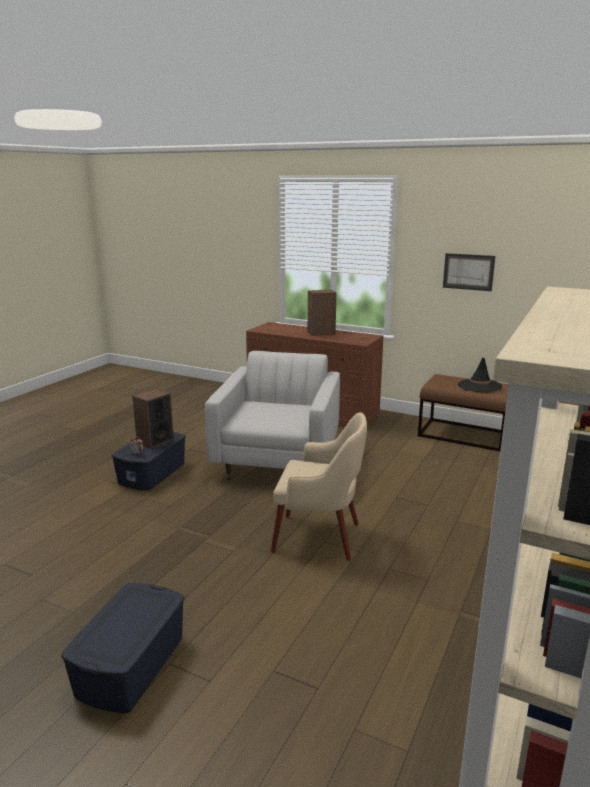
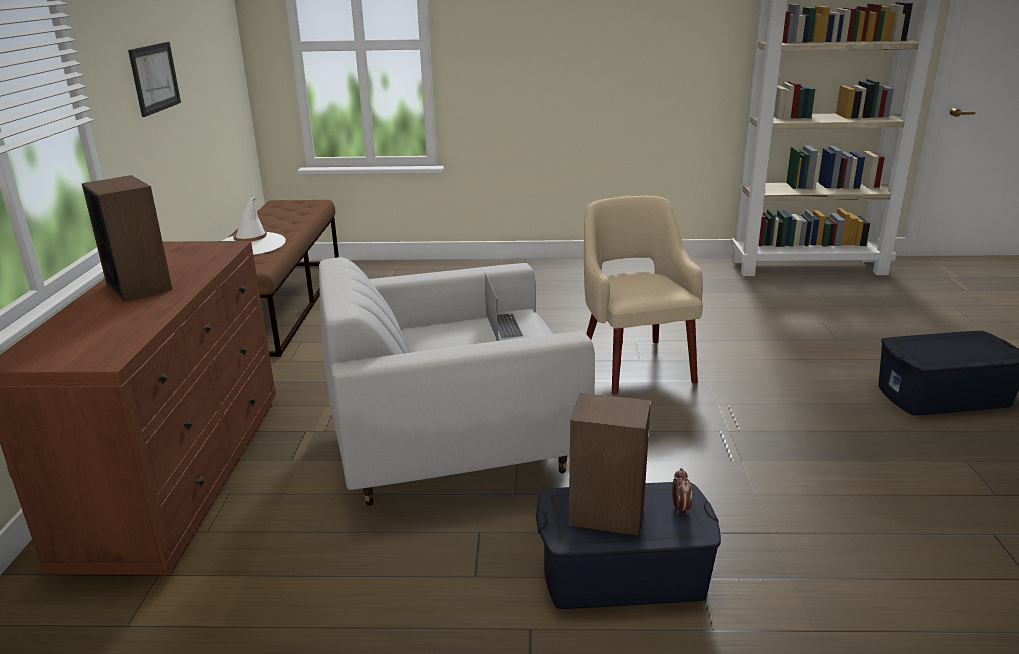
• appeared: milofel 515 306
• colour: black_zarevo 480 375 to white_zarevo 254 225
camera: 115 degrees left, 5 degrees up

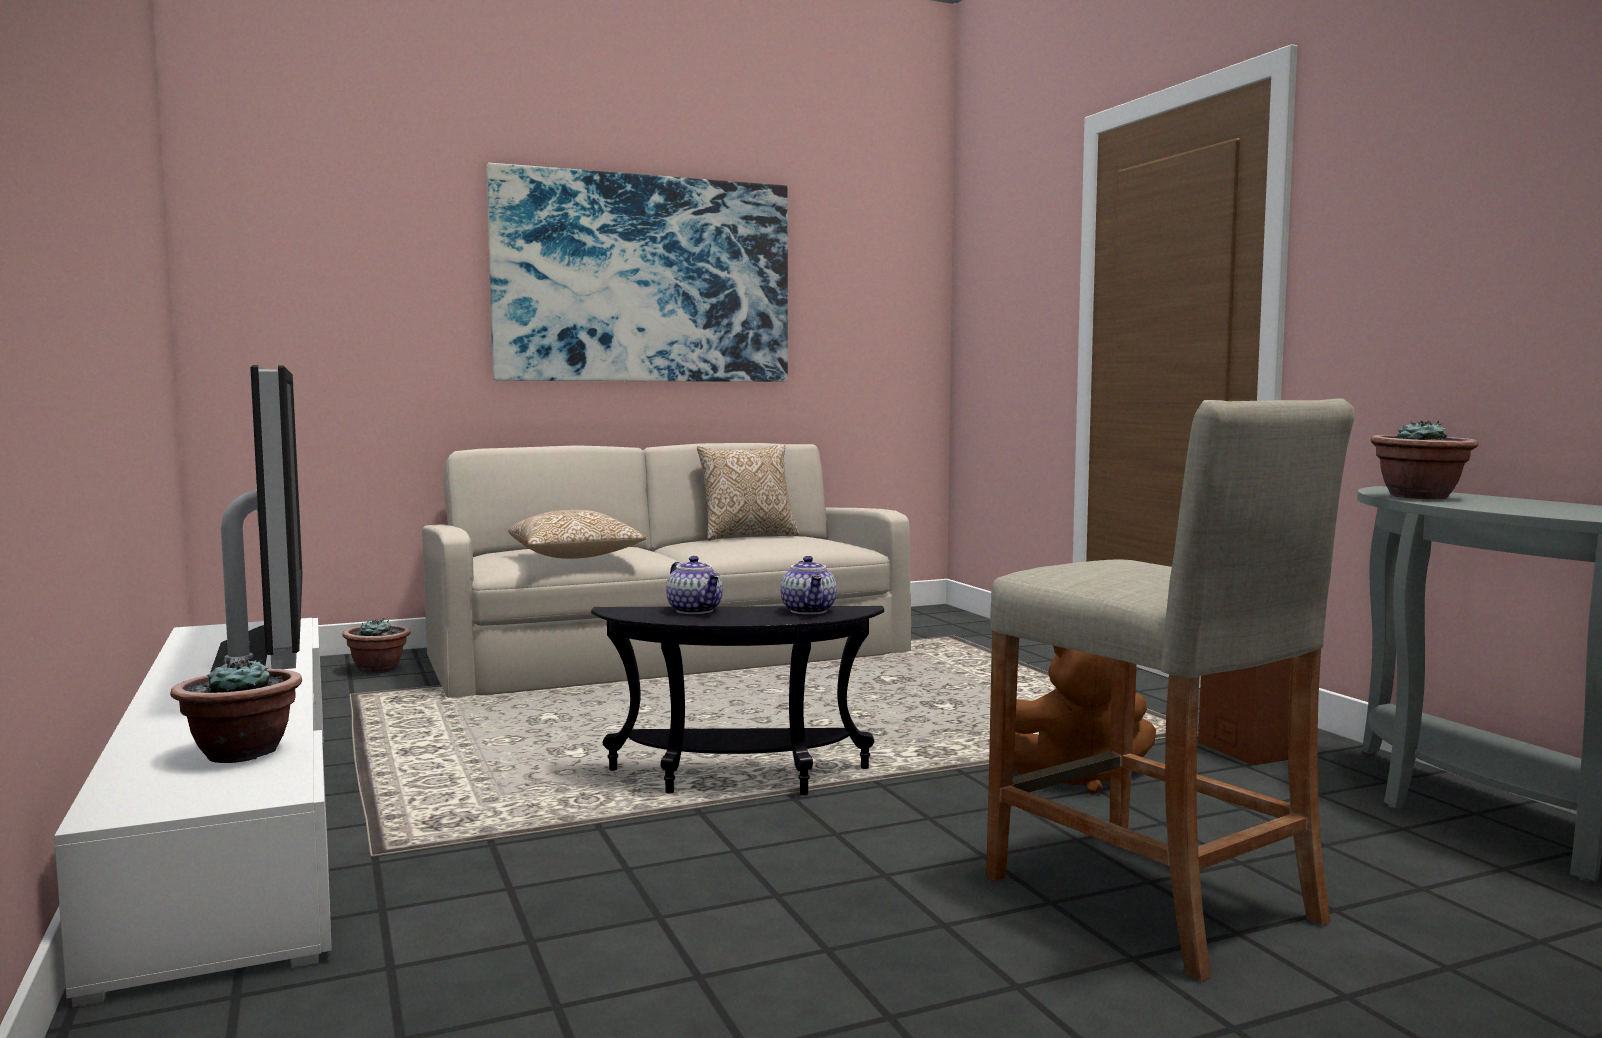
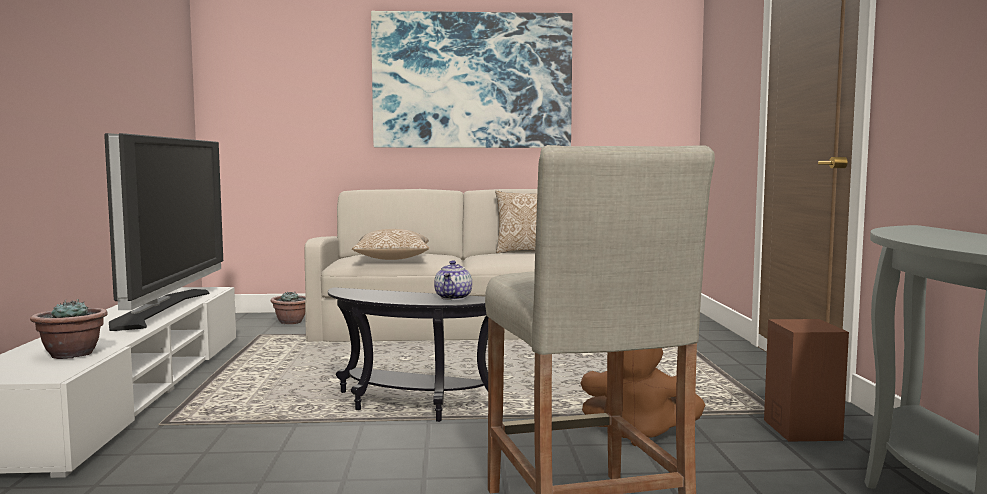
• missing: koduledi 694 585
• missing: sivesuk 1425 459
camera: 20 degrees right, 0 degrees up

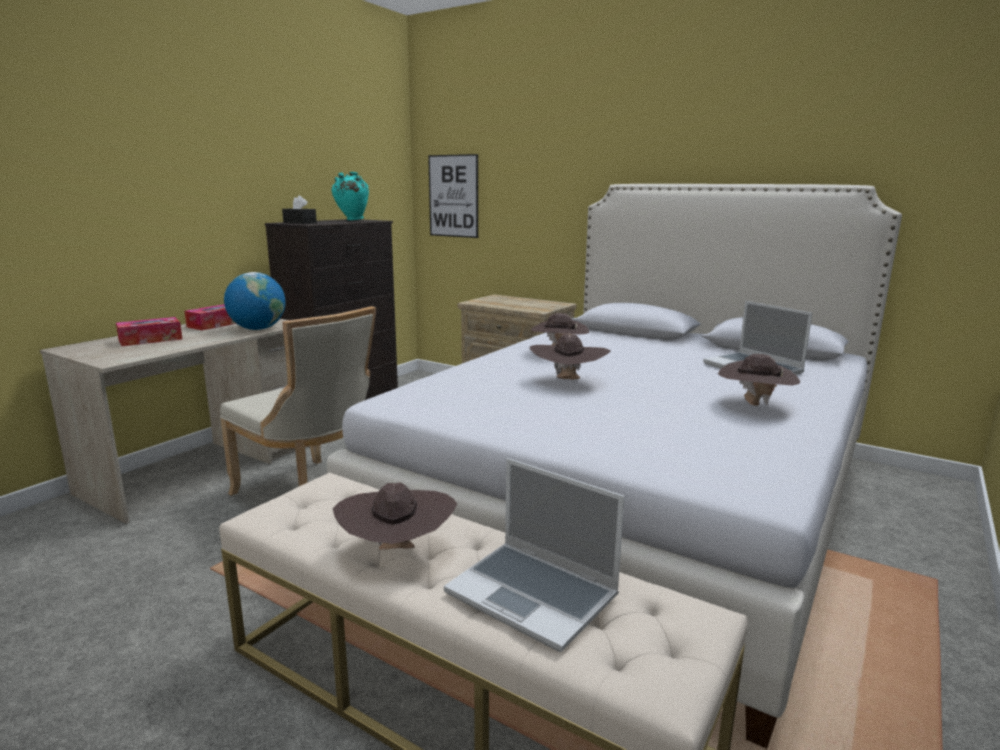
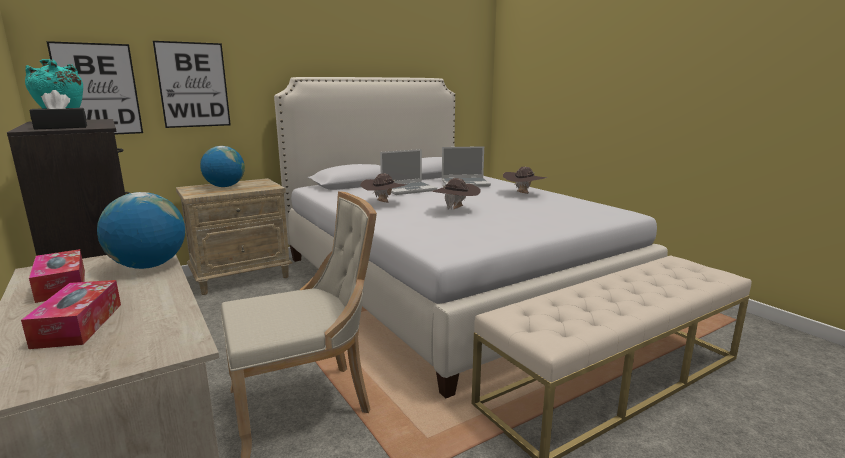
• missing: brown_zarevo 395 516
• appeared: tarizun 192 84
• appeared: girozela 222 166
• relocated: milofel 534 555 to 408 172
camera: 65 degrees left, 0 degrees up

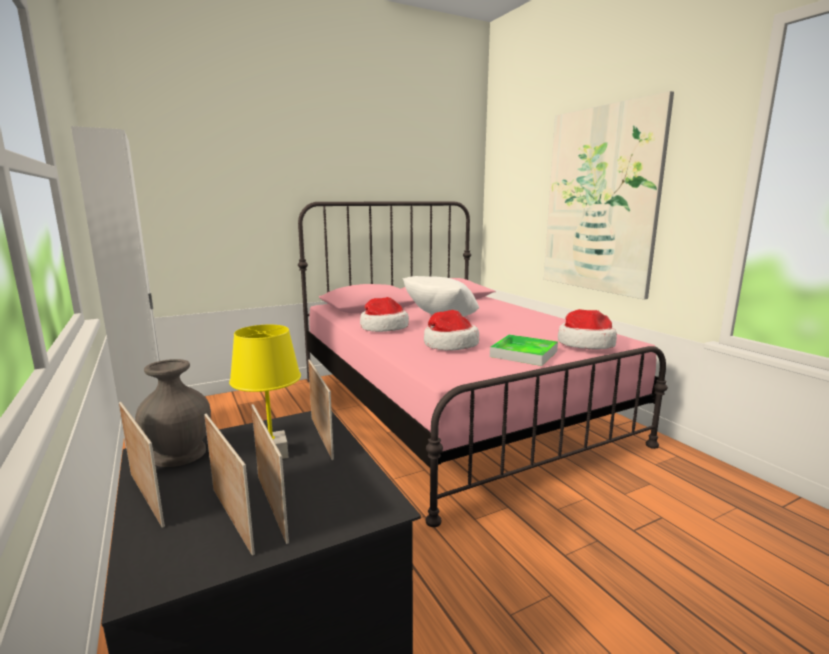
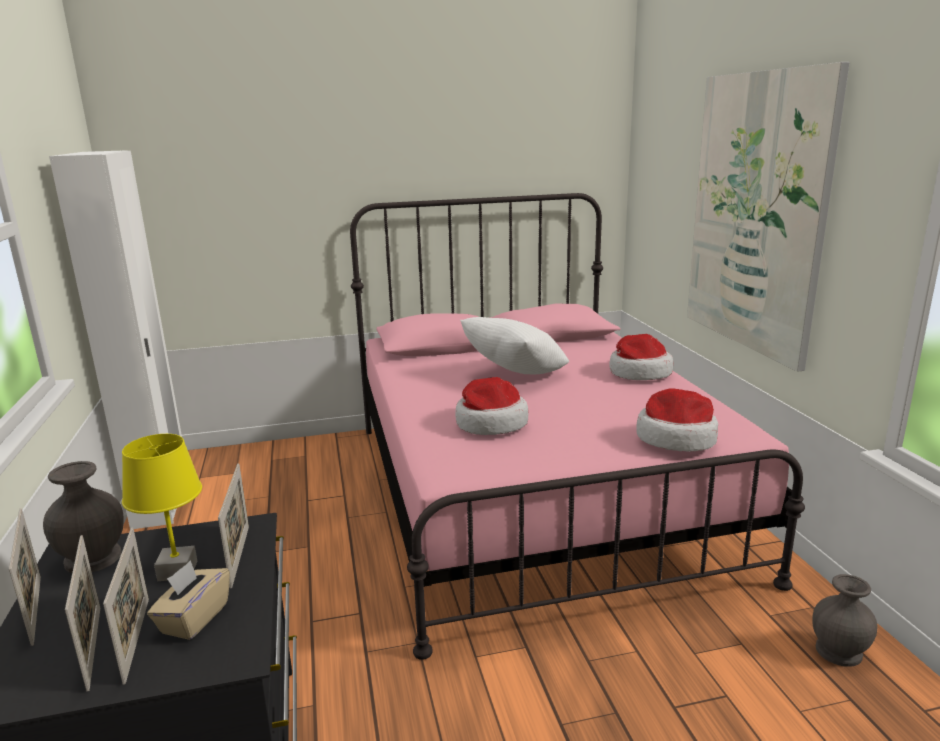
• missing: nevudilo 524 350
• appeared: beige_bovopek 188 600
• appeared: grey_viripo 845 620
• relocated: zarevo 384 314 to 641 357
camera: 15 degrees right, 5 degrees up

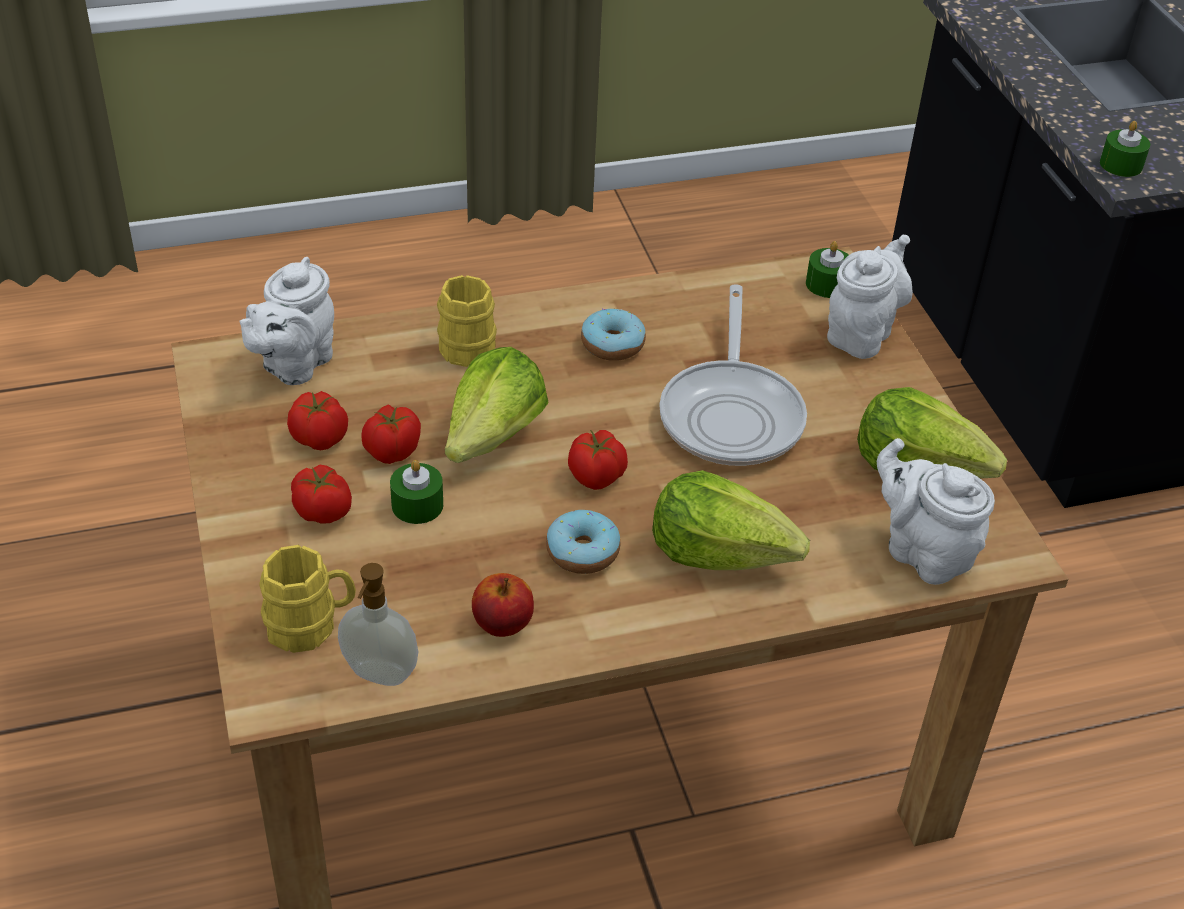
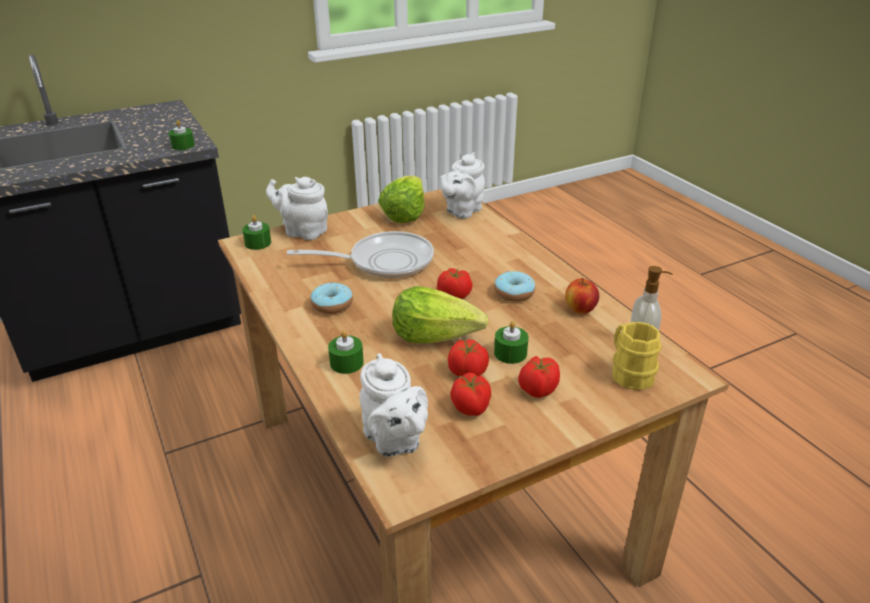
• missing: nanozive 731 520
• exchanged: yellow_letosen 467 321 to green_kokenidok 346 352
• spun: white_koduledi 286 321 = 393 405 45 degrees clockwise
camera: 100 degrees left, 10 degrees down

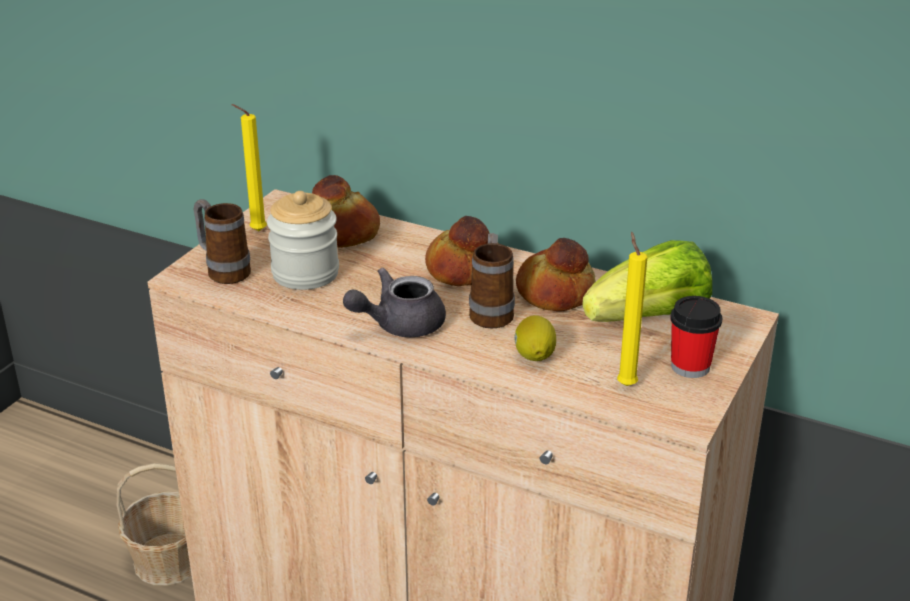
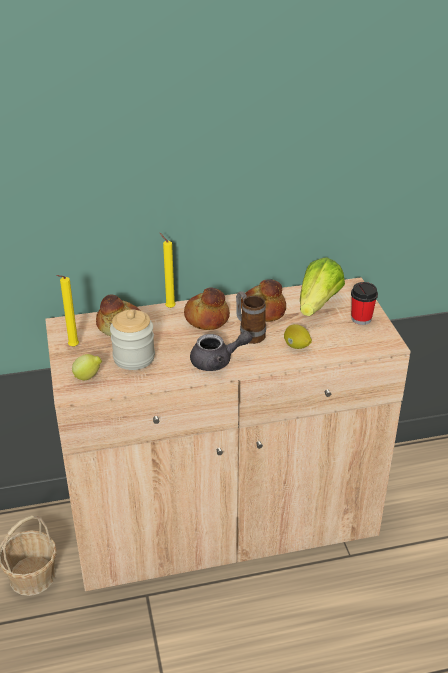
• relocated: yellow_kokenidok 632 309 to 168 270
• exchanged: letosen 222 241 to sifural 87 367
• spun: grey_koduledi 394 302 = 221 351 120 degrees counterclockwise
camera: 40 degrees left, 5 degrees up

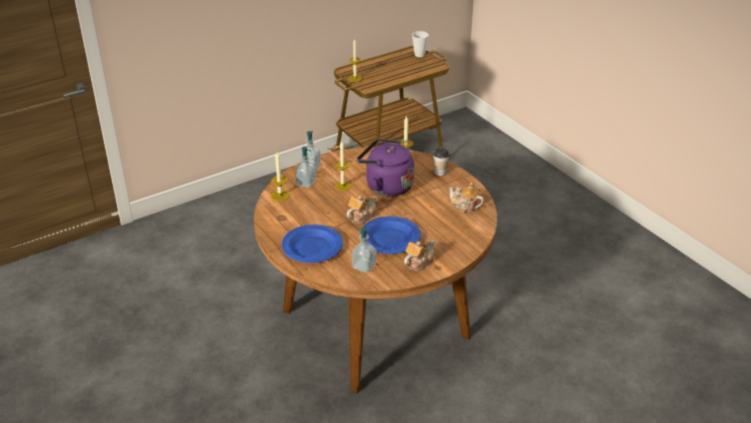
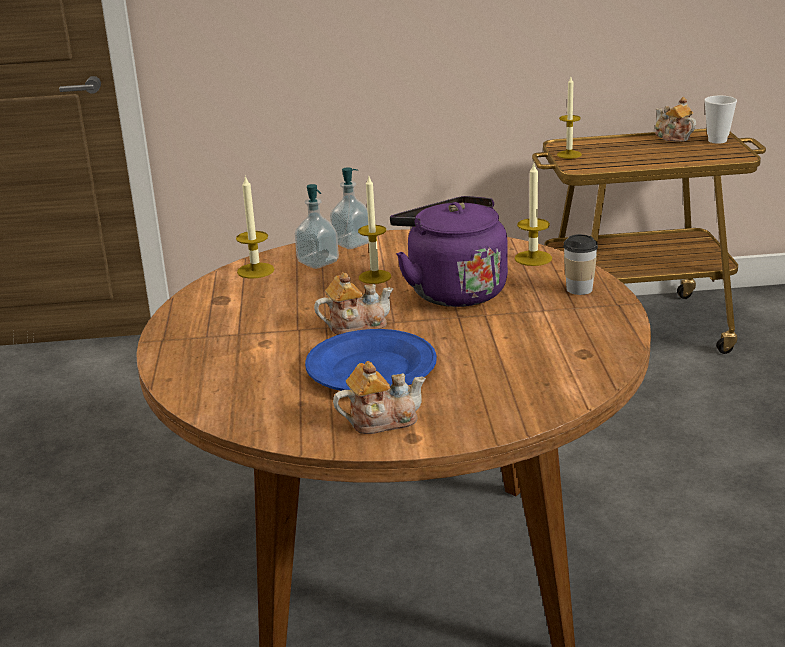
• missing: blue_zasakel 312 243
• missing: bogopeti 364 250
• relocated: koduledi 466 197 to 675 119
camera: 30 degrees right, 10 degrees down

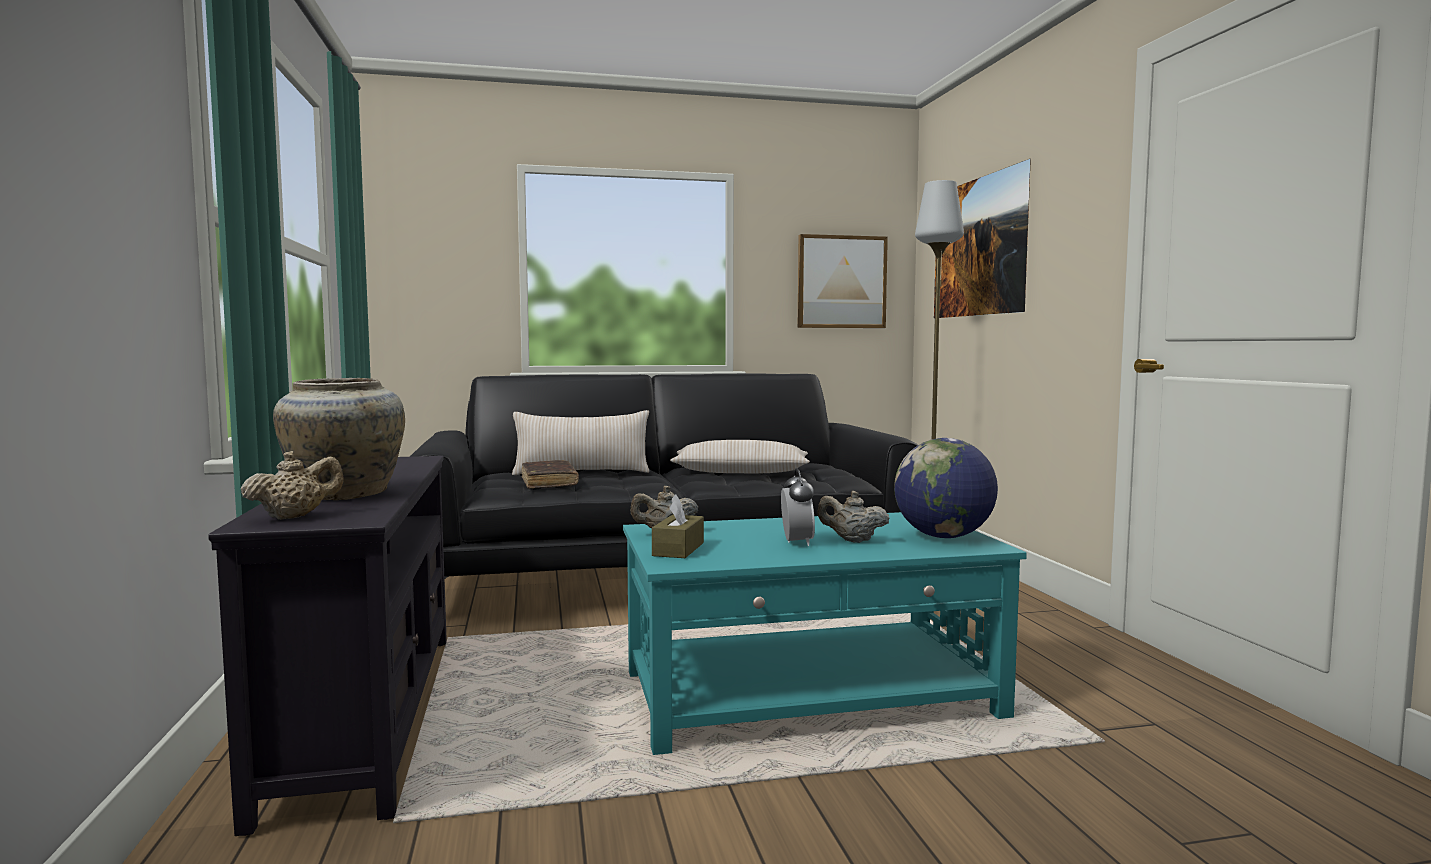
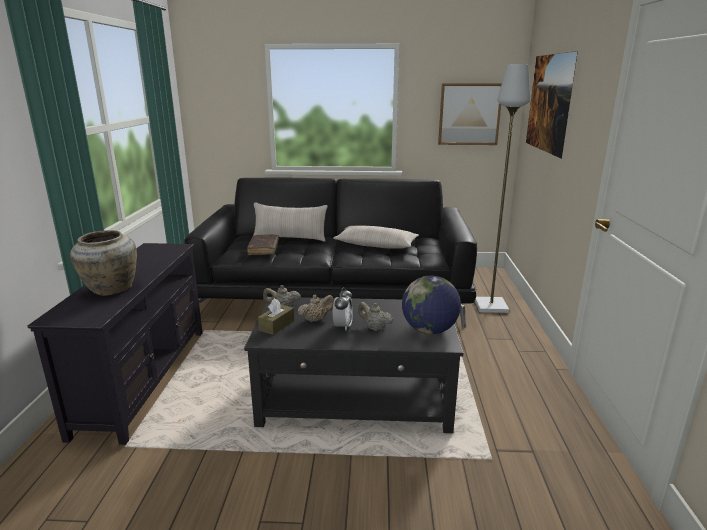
• relocated: beige_koduledi 291 485 to 316 308
• colour: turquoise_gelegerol 825 633 to black_gelegerol 353 365
camera: 15 degrees right, 15 degrees up

